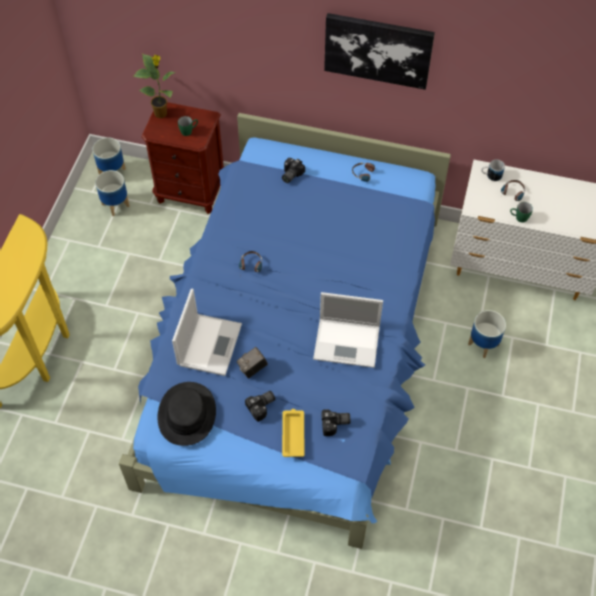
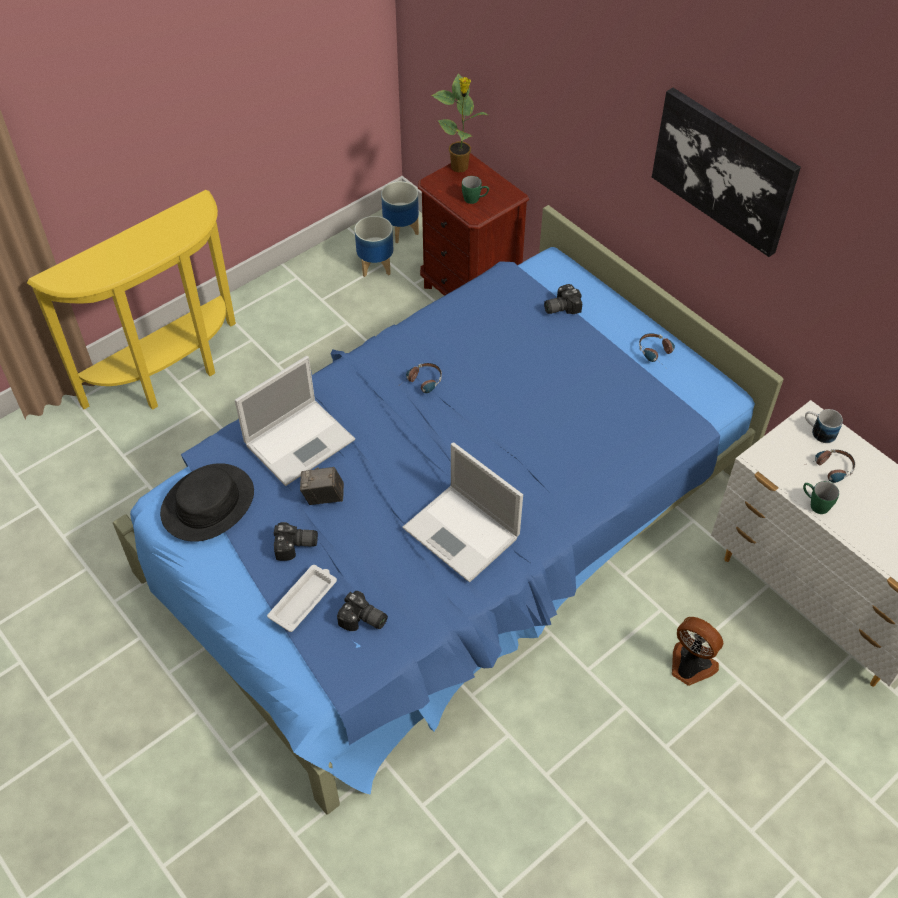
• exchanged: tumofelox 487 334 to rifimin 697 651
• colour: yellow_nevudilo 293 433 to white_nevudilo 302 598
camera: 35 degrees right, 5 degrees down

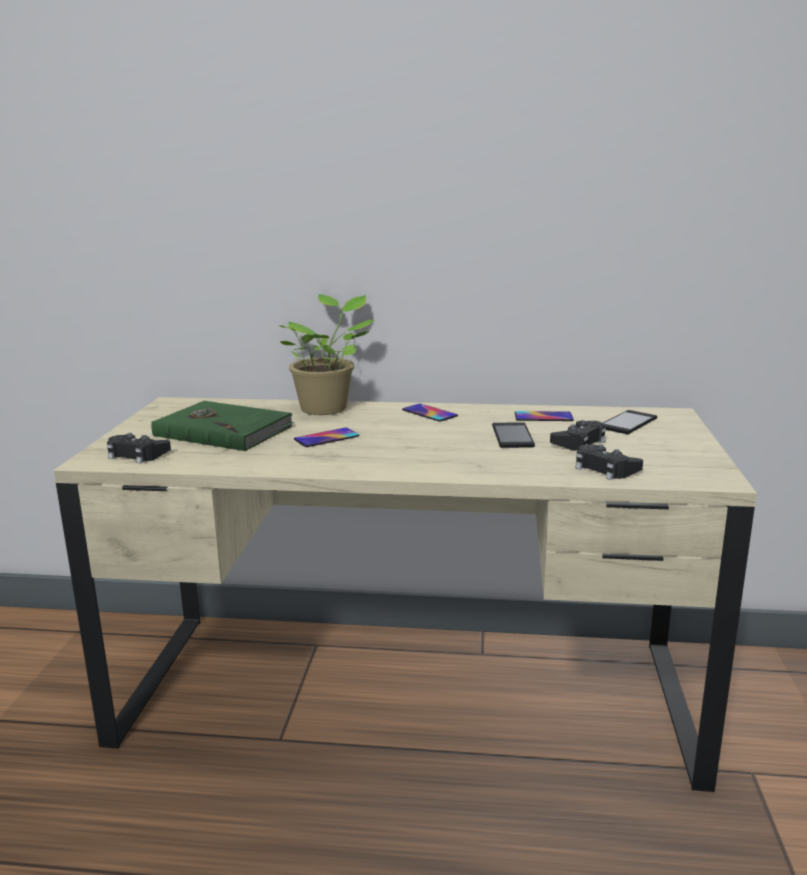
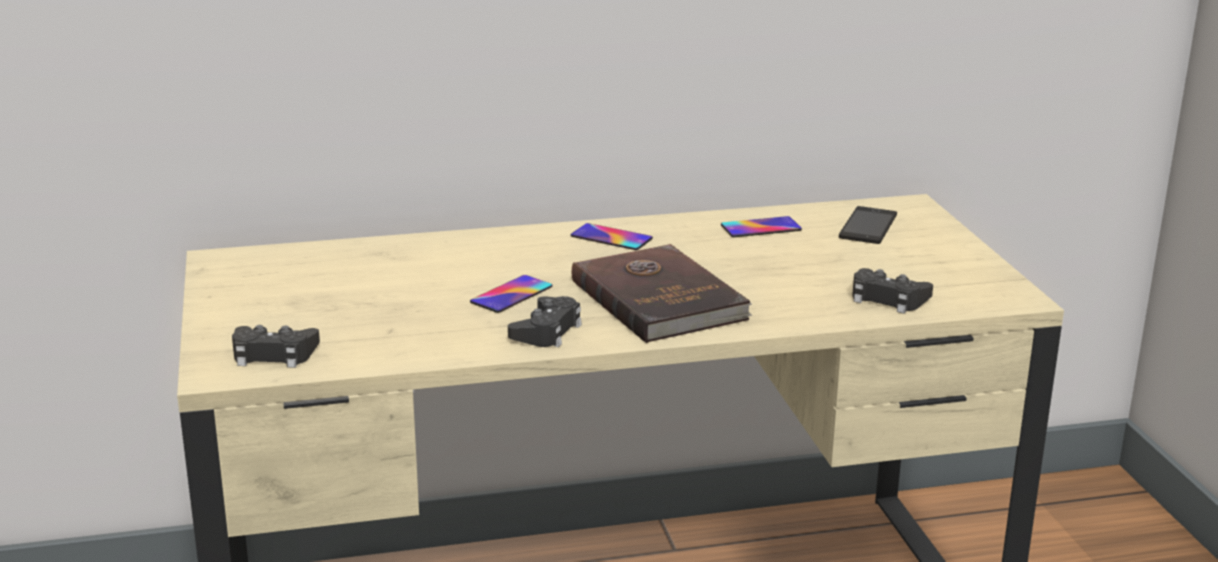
• missing: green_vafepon 222 426
• missing: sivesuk 326 354
• missing: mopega 513 435
• appeared: brown_vafepon 661 293
• relocated: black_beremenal 578 435 to 545 321
camera: 20 degrees left, 5 degrees up

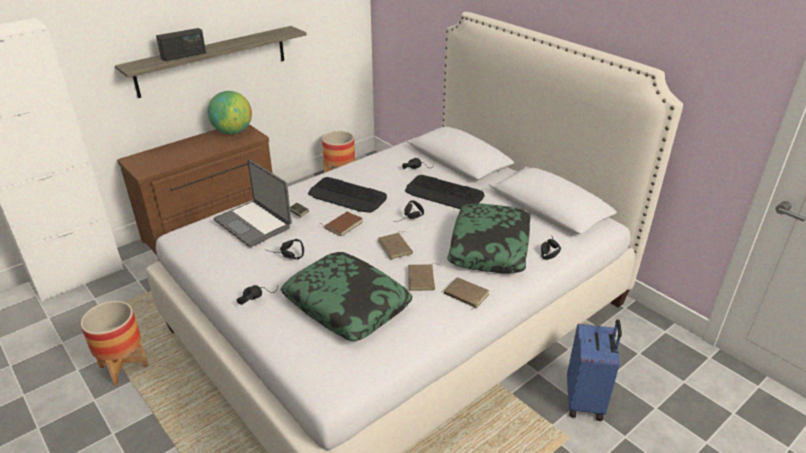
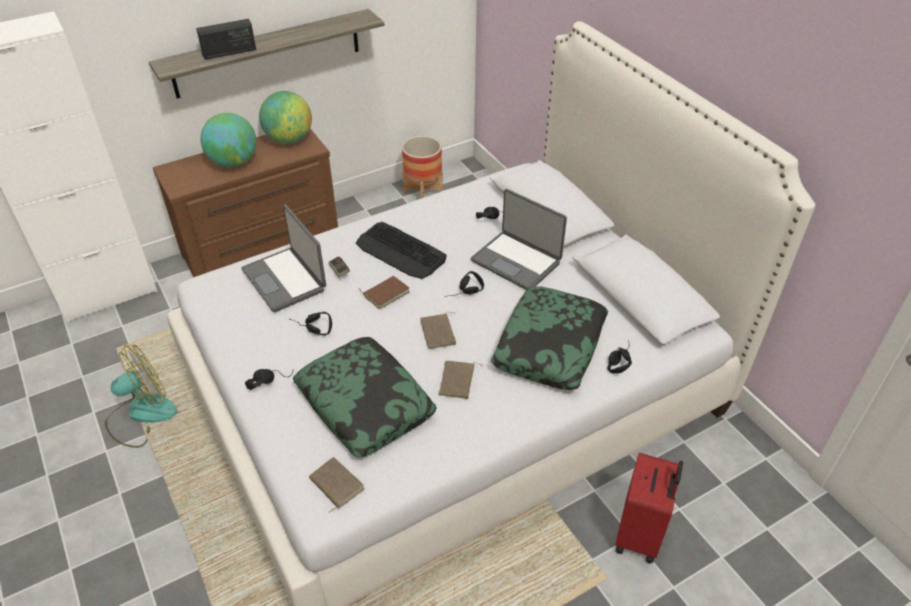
• appeared: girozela 228 140
• relocated: brown_vafepon 466 293 to 337 485
• exchanged: tumofelox 114 343 to rifimin 141 396
• exchanged: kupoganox 445 192 to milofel 519 239
• colour: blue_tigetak 594 370 to red_tigetak 649 508
camera: 10 degrees right, 10 degrees up

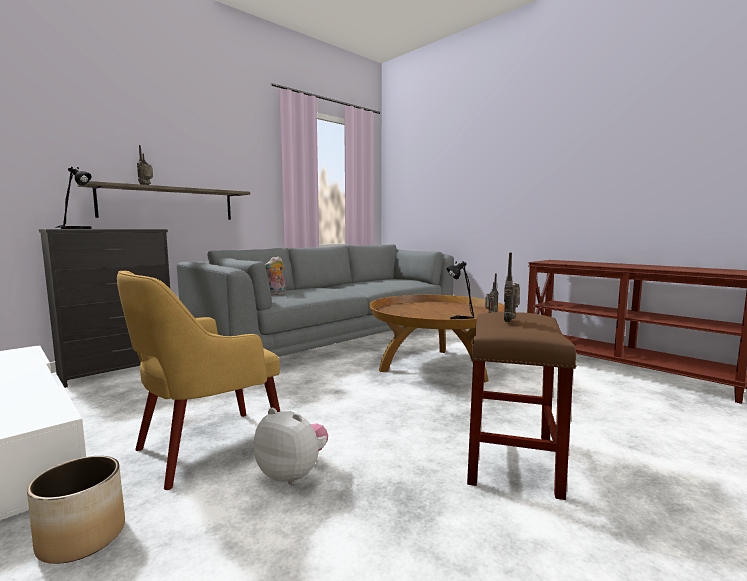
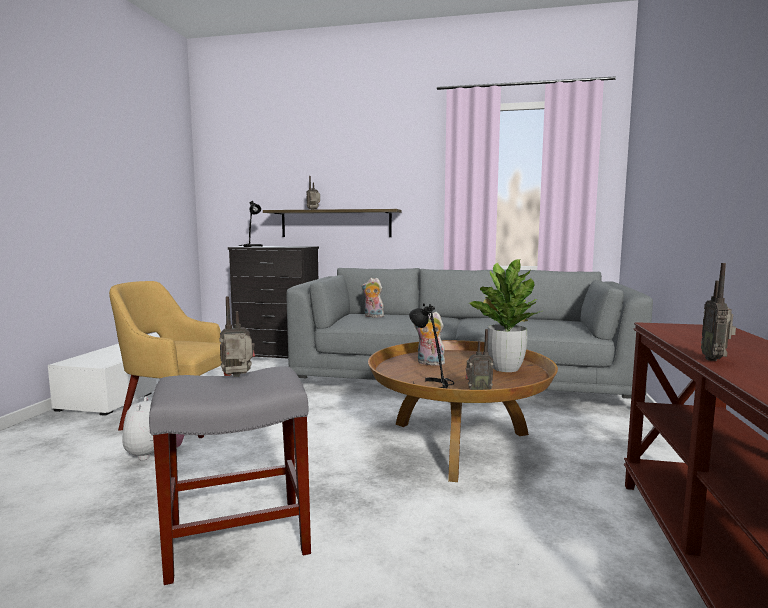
• missing: tumofelox 76 510
• appeared: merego 430 339
• appeared: sivesuk 505 315
• appeared: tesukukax 718 312
• colour: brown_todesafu 521 406 to grey_todesafu 230 475
camera: 55 degrees right, 0 degrees up

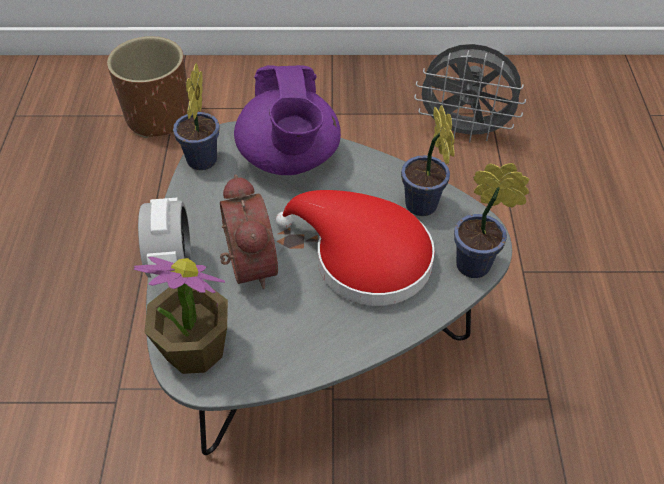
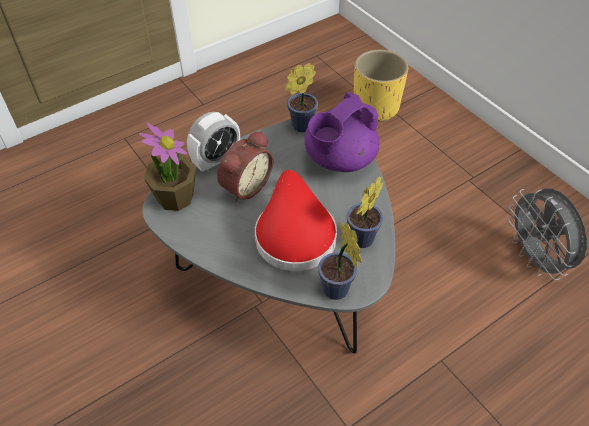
• colour: brown_tumofelox 148 87 to yellow_tumofelox 381 86
camera: 55 degrees right, 0 degrees up

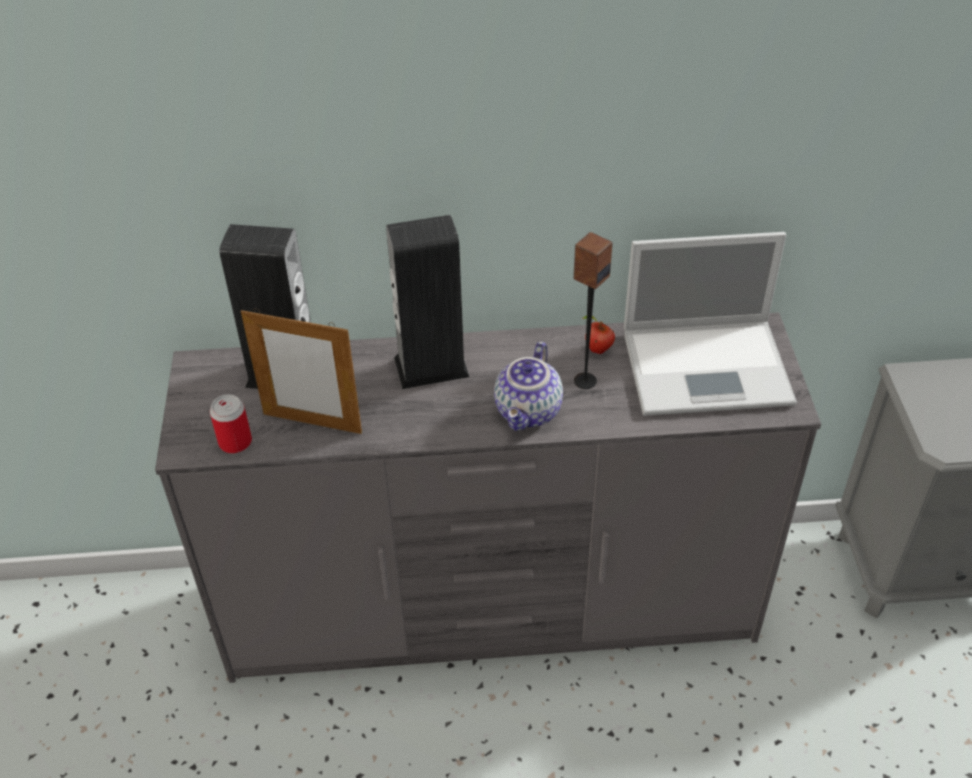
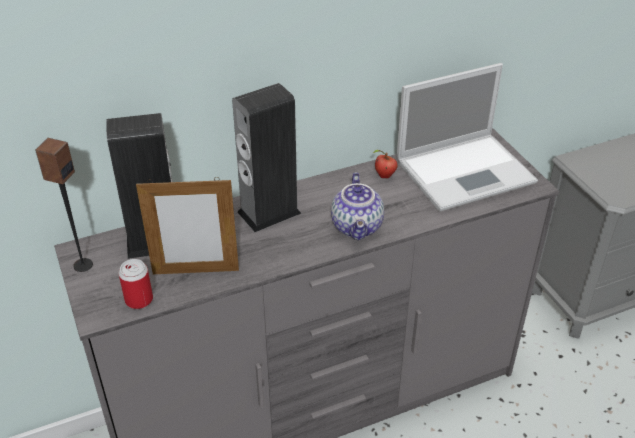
• relocated: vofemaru 593 310 to 64 205
camera: 20 degrees left, 5 degrees down

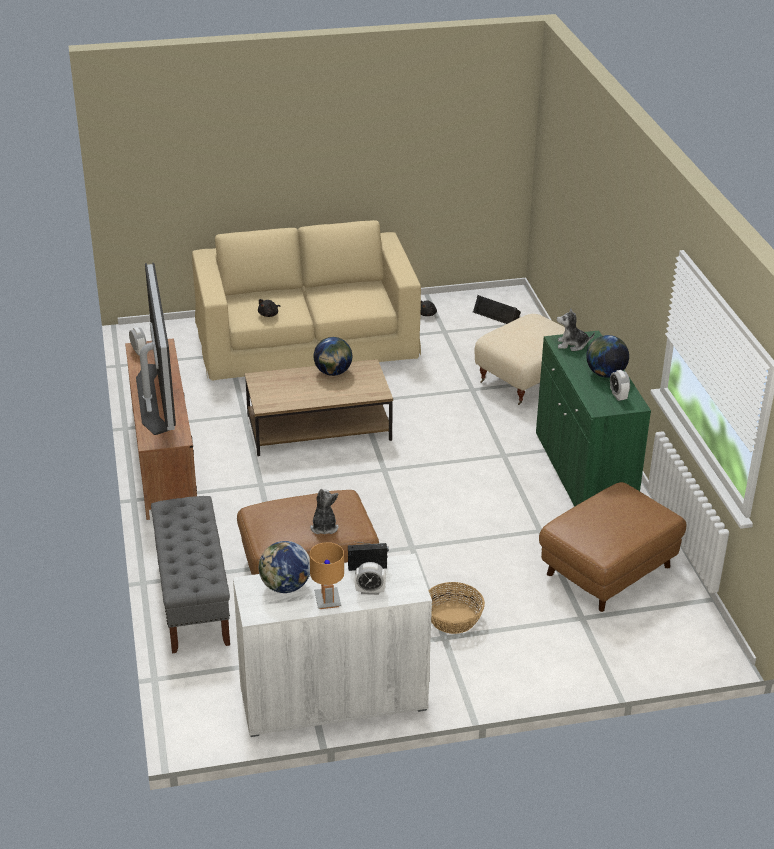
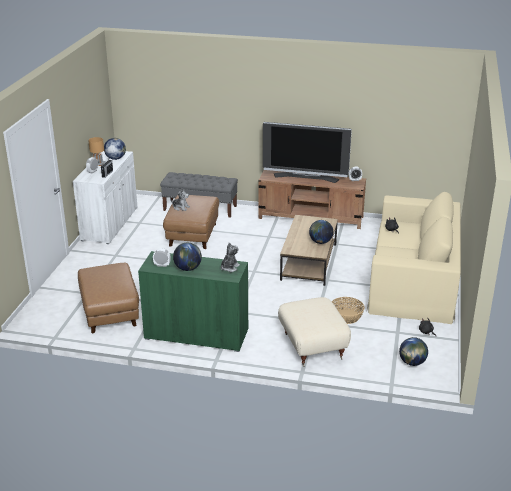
• relocated: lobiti 457 608 to 348 310
• exchanged: black_vofemaru 497 309 to girozela 413 351
camera: 115 degrees right, 5 degrees down

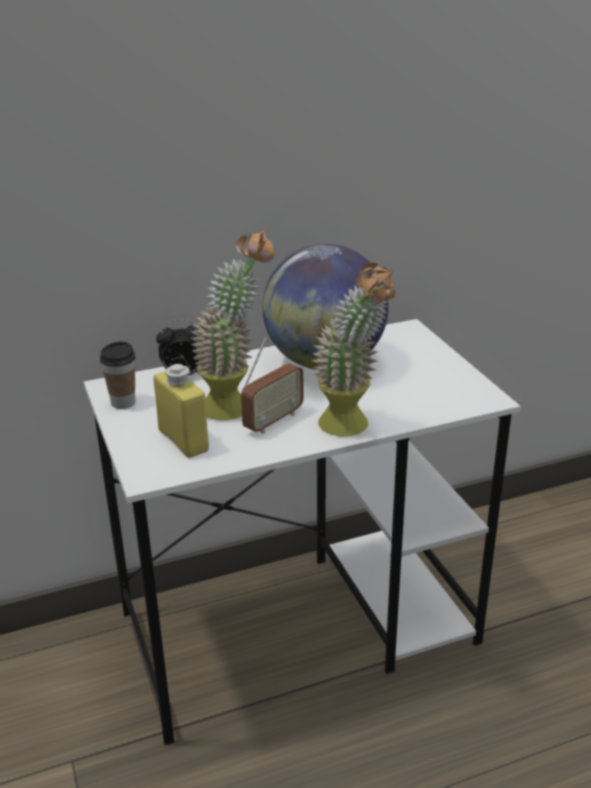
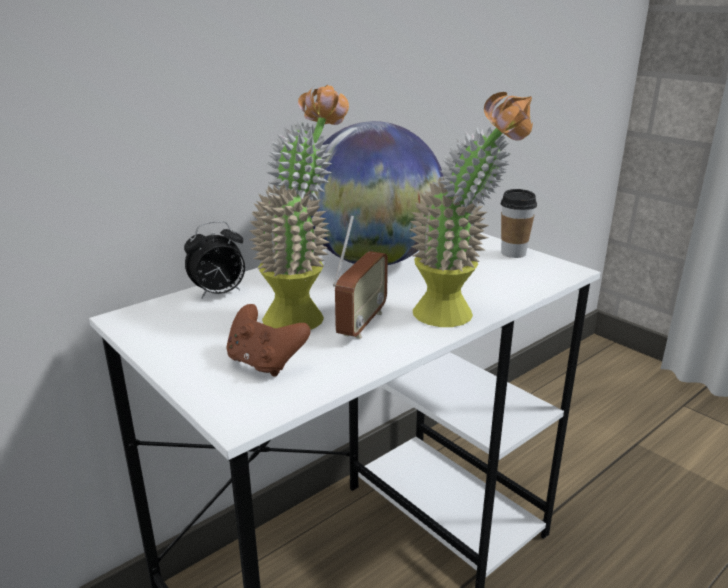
• relocated: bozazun 117 375 to 519 223
• exchanged: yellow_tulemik 181 411 to brown_beremenal 268 340
camera: 20 degrees left, 5 degrees down

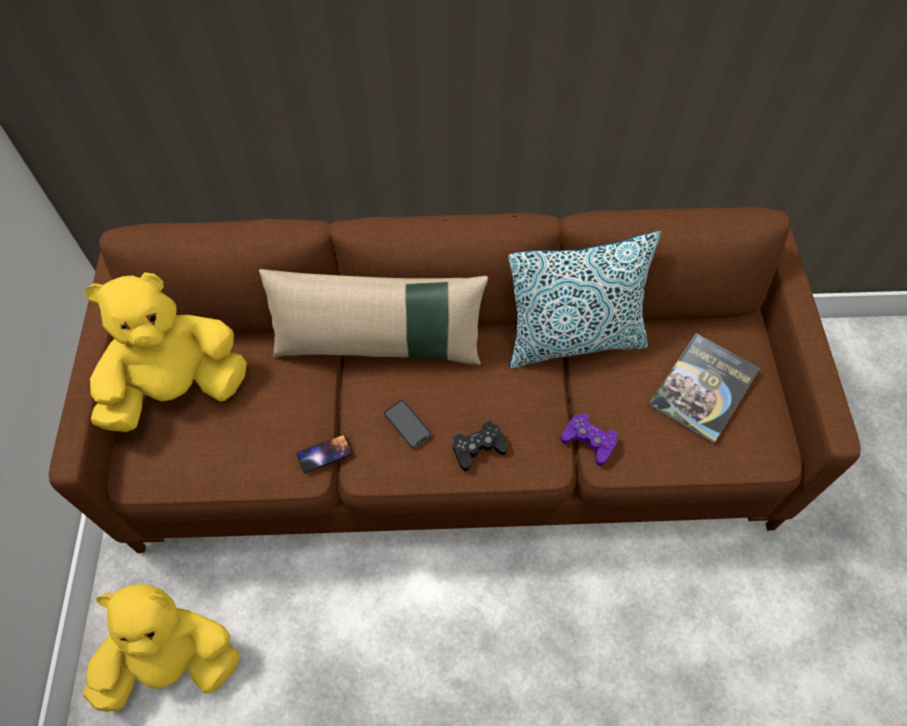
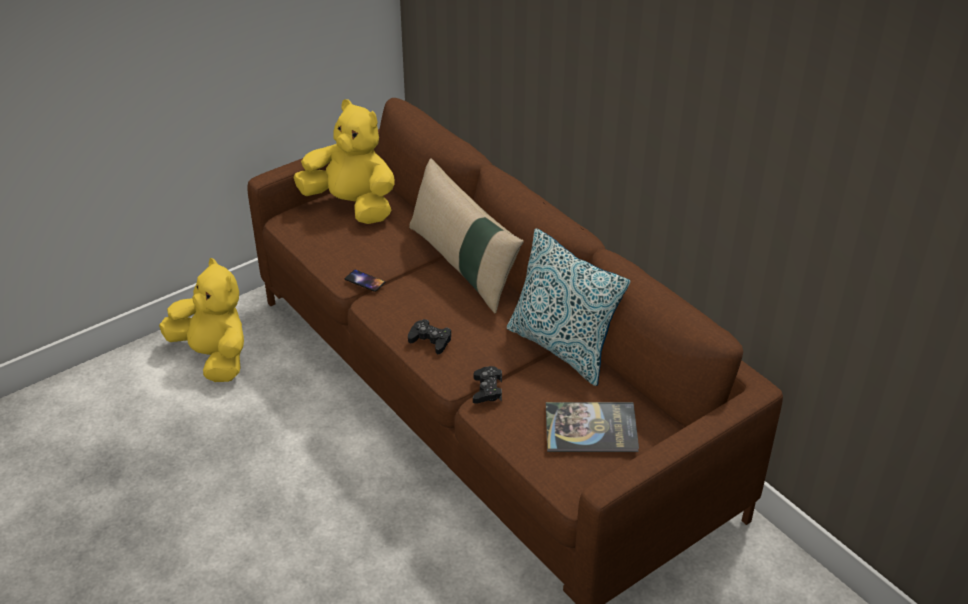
• missing: mopega 407 424
• colour: purple_beremenal 589 439 to black_beremenal 487 385
camera: 55 degrees right, 20 degrees down

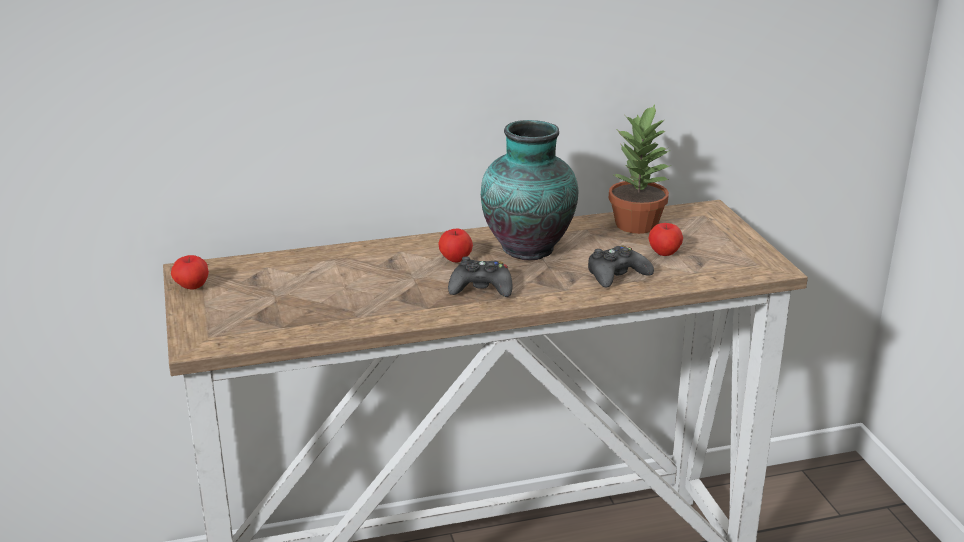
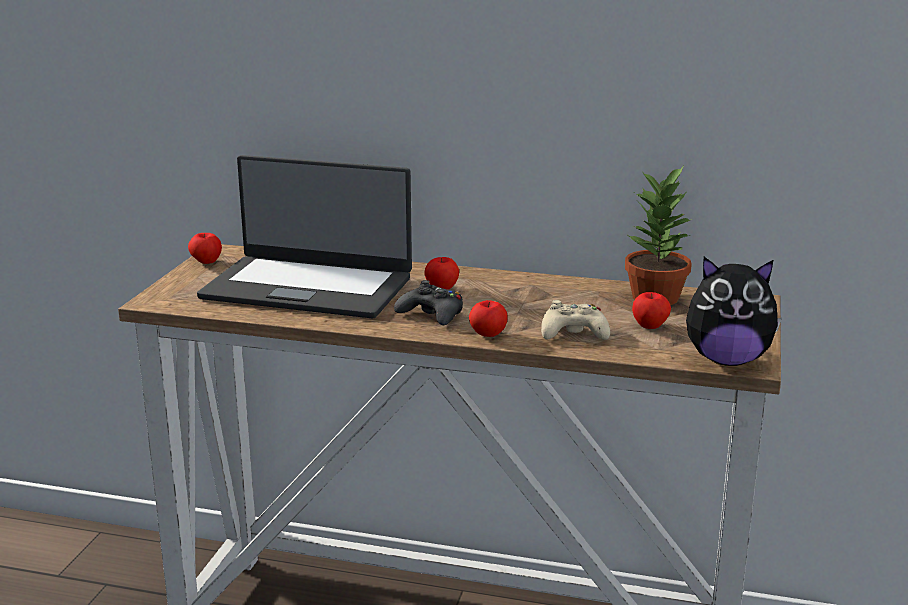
• missing: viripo 529 190
• appeared: milofel 304 236
• appeared: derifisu 488 318
• appeared: merego 734 311
• colour: black_beremenal 621 266 to beige_beremenal 575 320
camera: 30 degrees right, 5 degrees down

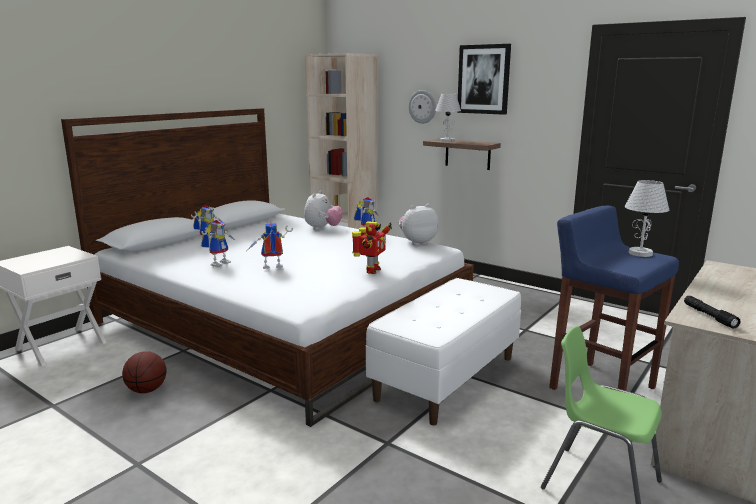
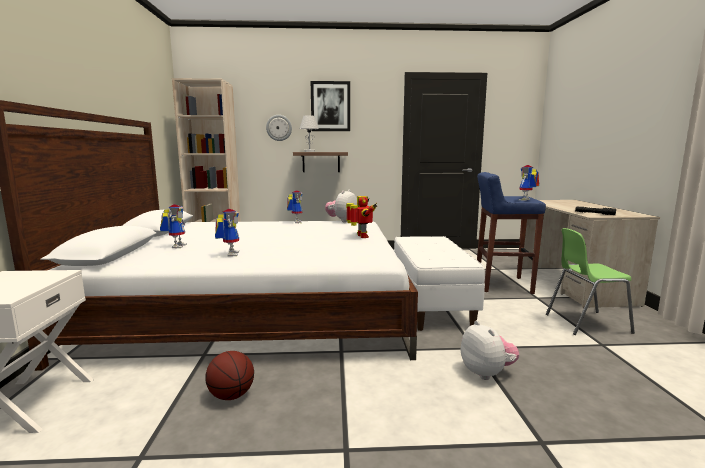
• missing: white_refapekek 647 218
• relocated: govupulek 270 246 to 528 183
• relocated: merego 323 210 to 490 350
camera: 40 degrees left, 5 degrees down

